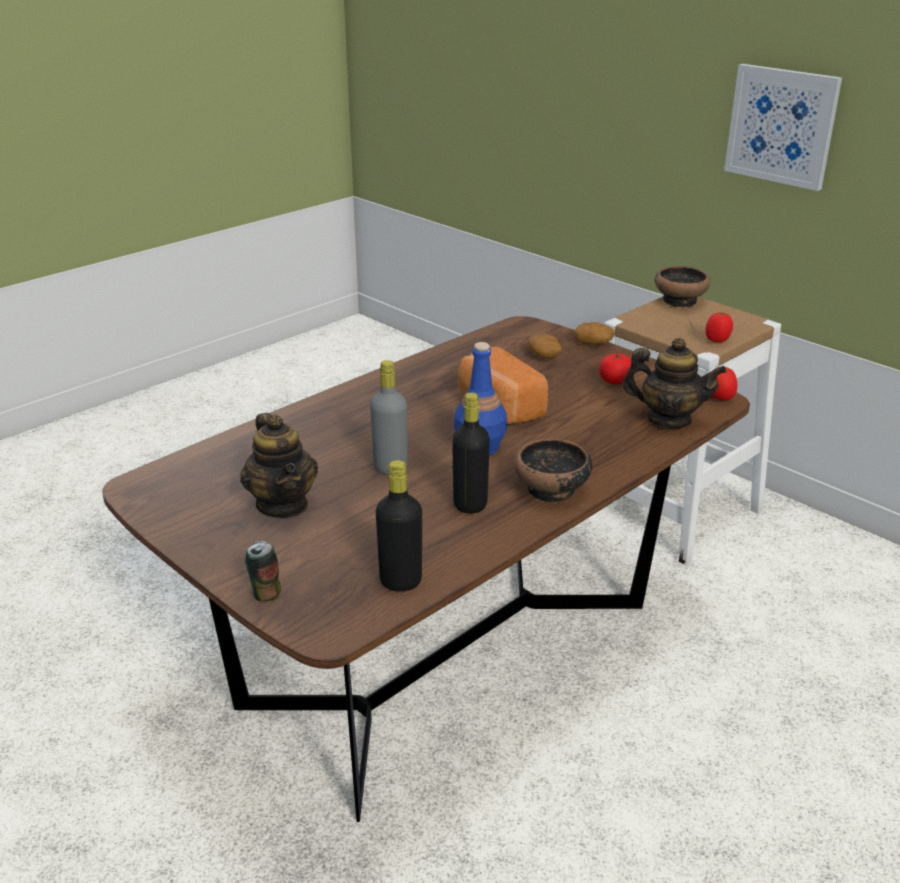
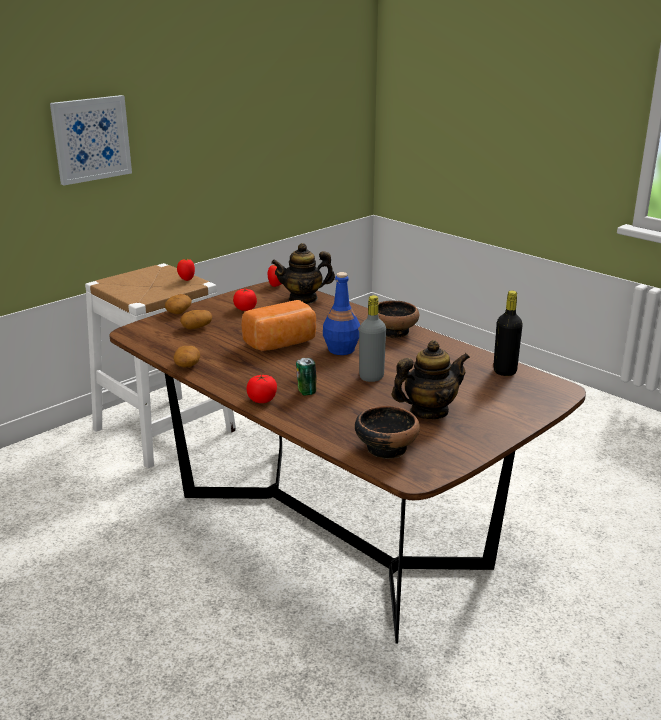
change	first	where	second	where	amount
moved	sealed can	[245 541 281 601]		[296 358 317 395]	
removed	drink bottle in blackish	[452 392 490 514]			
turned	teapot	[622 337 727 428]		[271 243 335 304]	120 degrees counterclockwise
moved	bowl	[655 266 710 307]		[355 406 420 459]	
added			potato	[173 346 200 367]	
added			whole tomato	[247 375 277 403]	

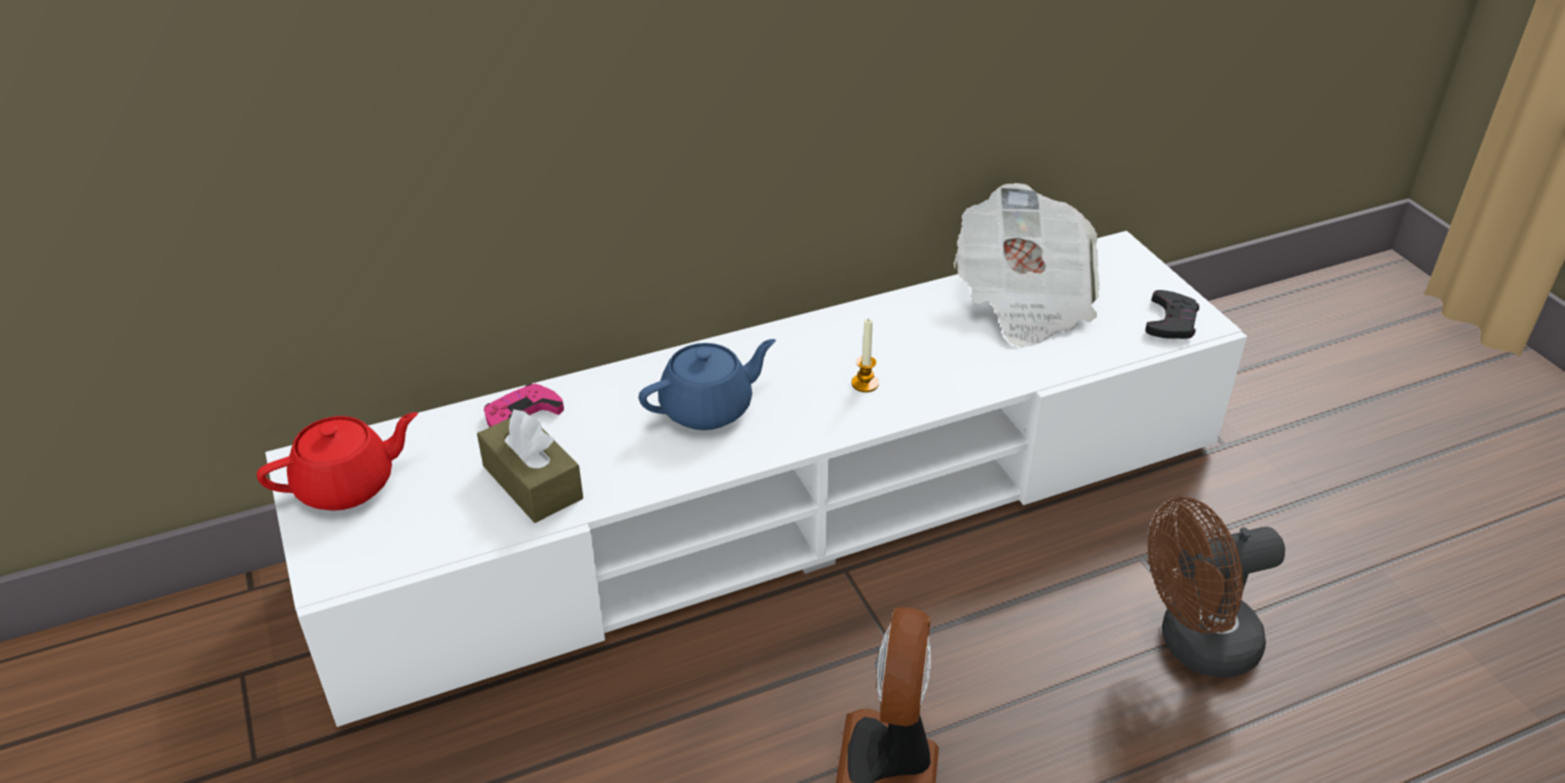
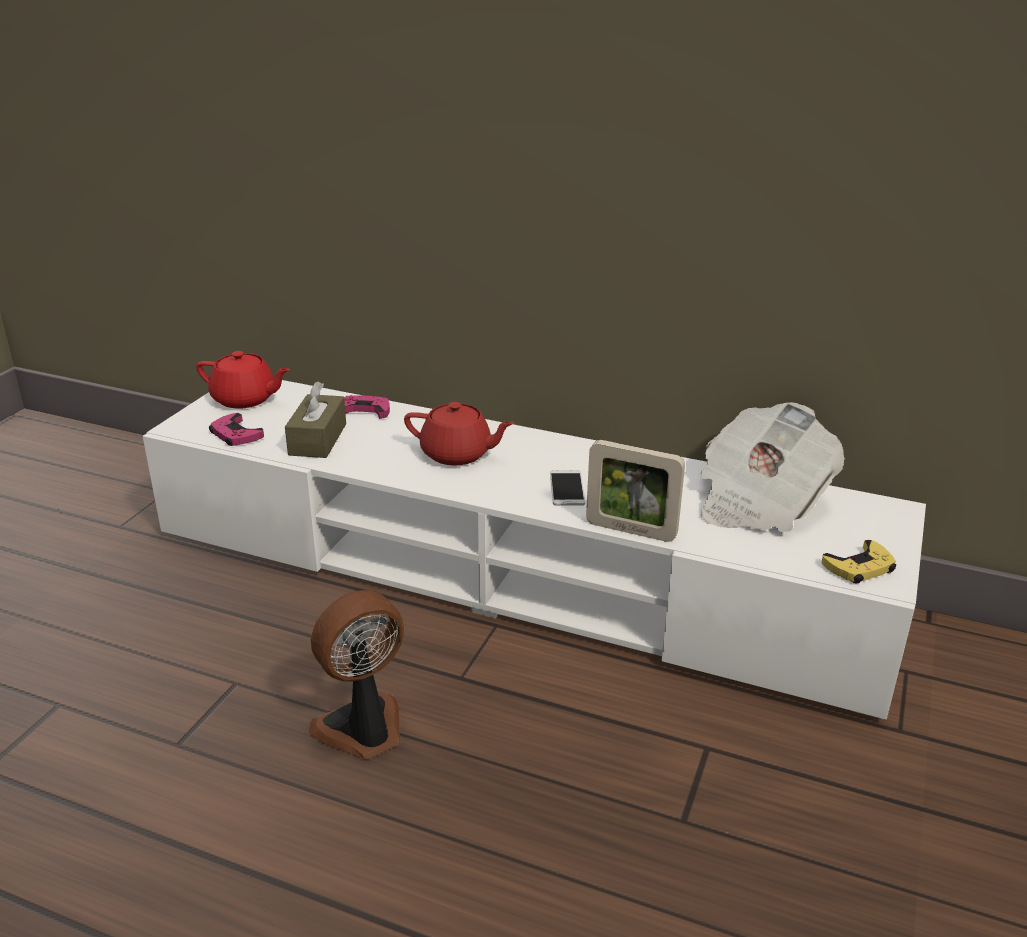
change	first	where	second	where	amount
recoloured	teapot in blue	[638 339 776 430]	teapot in reddish	[404 402 515 466]	
replaced	wax candle	[852 318 879 392]	telephone	[550 470 585 506]	
recoloured	gamepad in blackish	[1145 290 1199 339]	gamepad in yellowish	[821 540 896 583]	
removed	cooling fan in brown	[1148 497 1285 678]			
added			gamepad in pink	[209 413 264 446]	
added			standing frame	[586 440 685 542]	

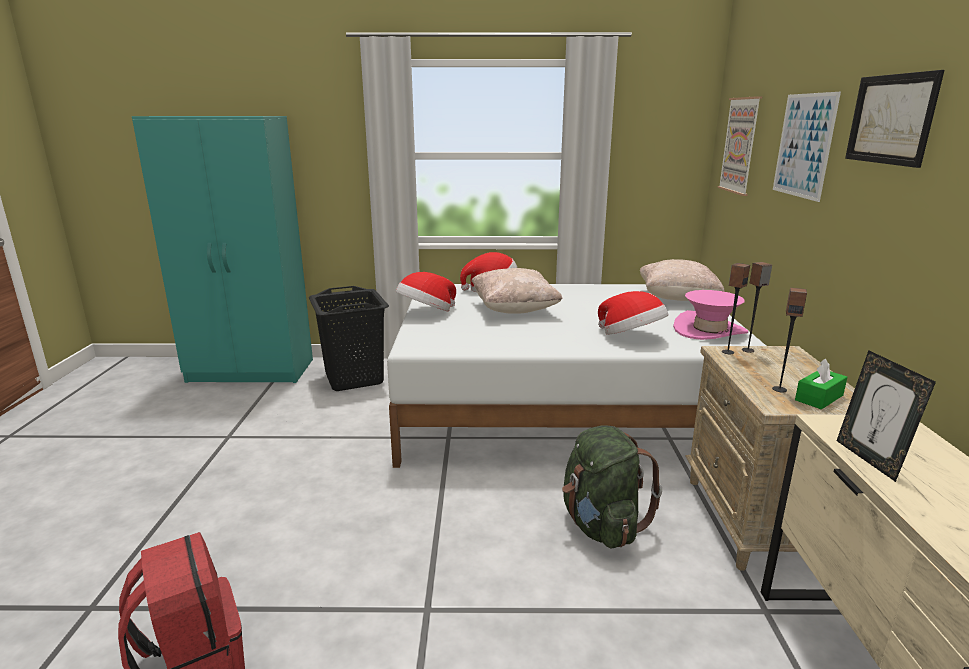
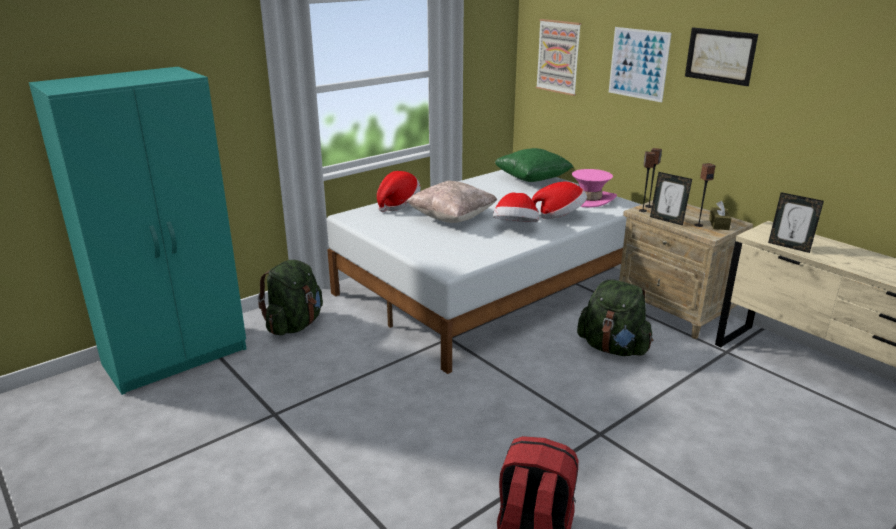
change	first	where	second	where	amount
replaced	hamper in blackish	[309 286 389 391]	rucksack in greenish	[258 260 323 335]	
moved	clothing hat	[396 272 456 312]		[493 192 539 222]	
recoloured	cushion in beige-coloured	[640 259 724 301]	cushion in greenish	[495 148 574 182]	
recoloured	box of tissues in greenish	[795 358 847 409]	box of tissues in brown	[709 201 732 230]	
added			standing frame	[650 172 692 226]	

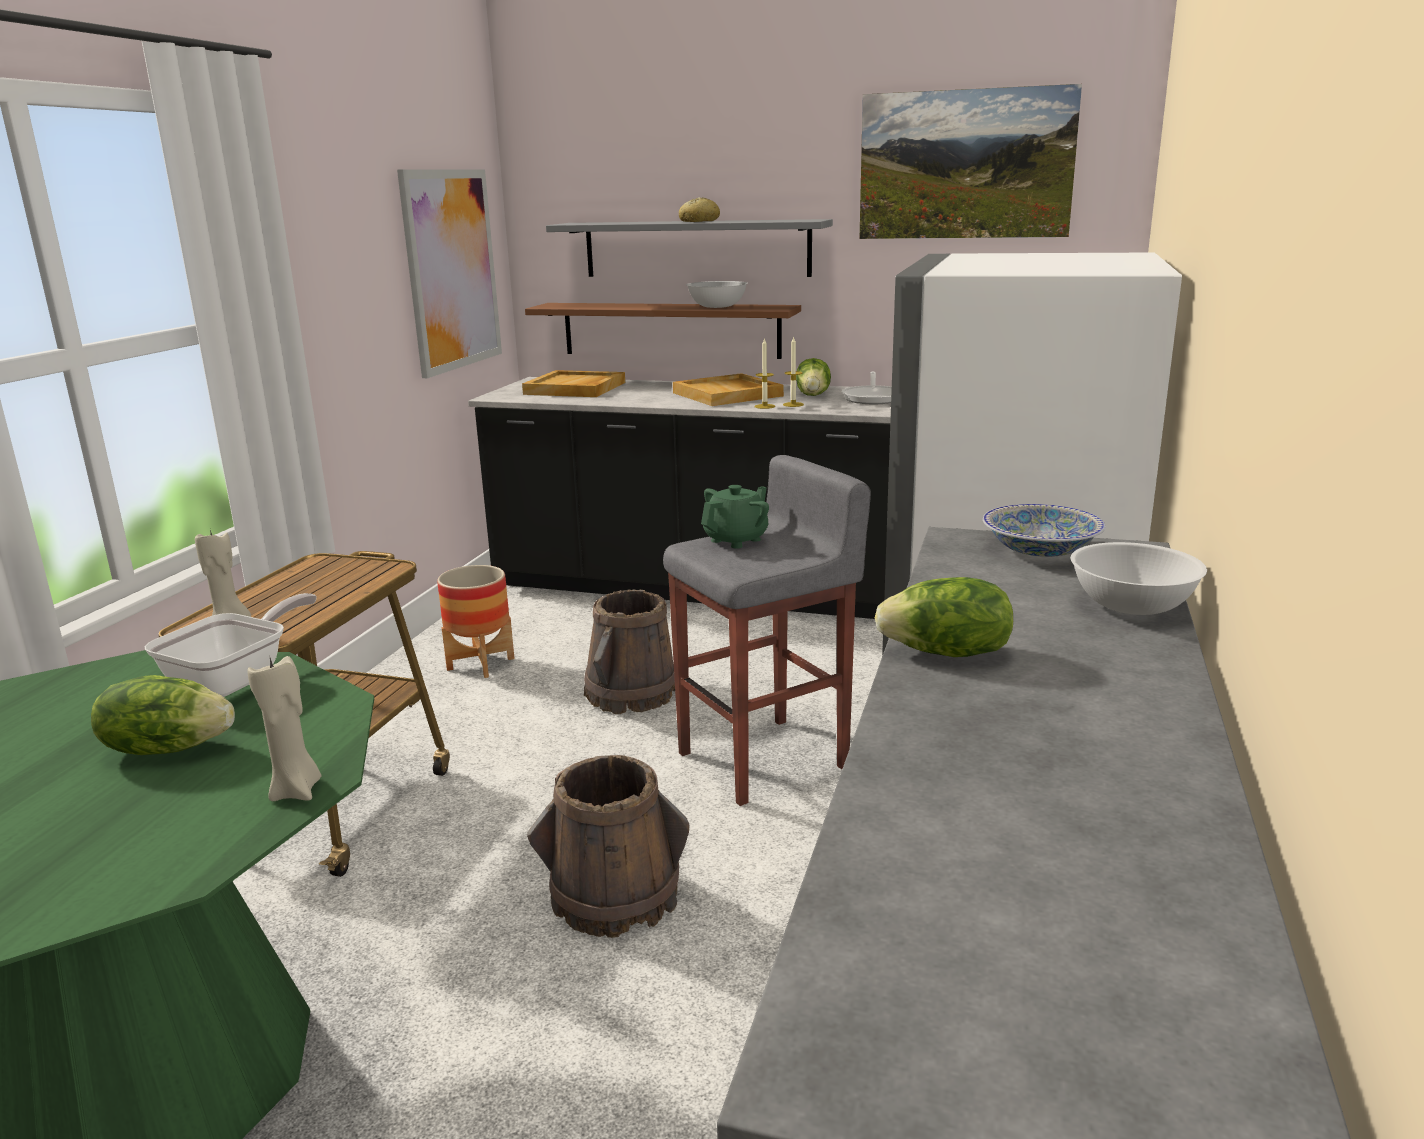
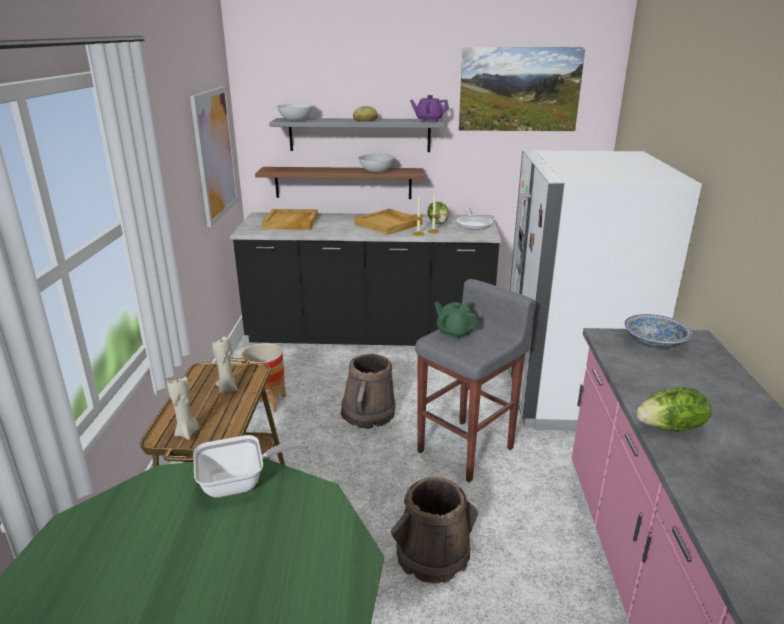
change	first	where	second	where	amount
removed	lettuce head	[91 675 235 755]			
turned	frying pan	[145 593 317 697]		[193 435 309 498]	60 degrees clockwise
moved	wax candle in beige-coloured	[248 656 321 801]		[212 336 238 393]	
turned	teapot in greenish	[701 485 769 549]		[435 302 478 340]	75 degrees counterclockwise
moved	bowl in whitish	[1071 542 1207 615]		[277 103 315 121]	
added			teapot in purple-coloured	[410 95 449 122]	

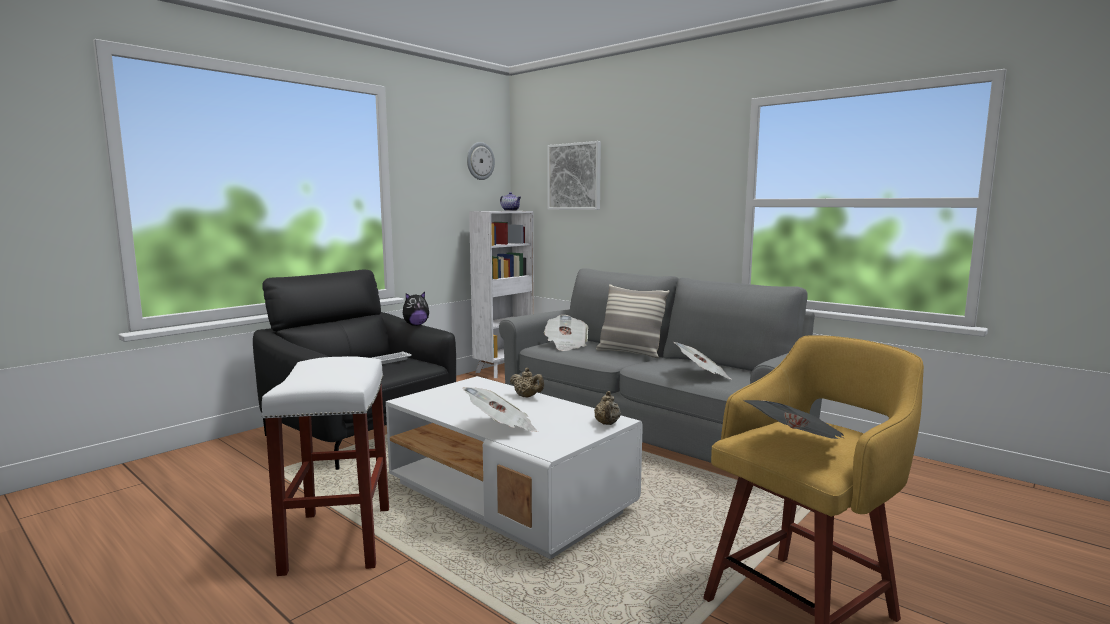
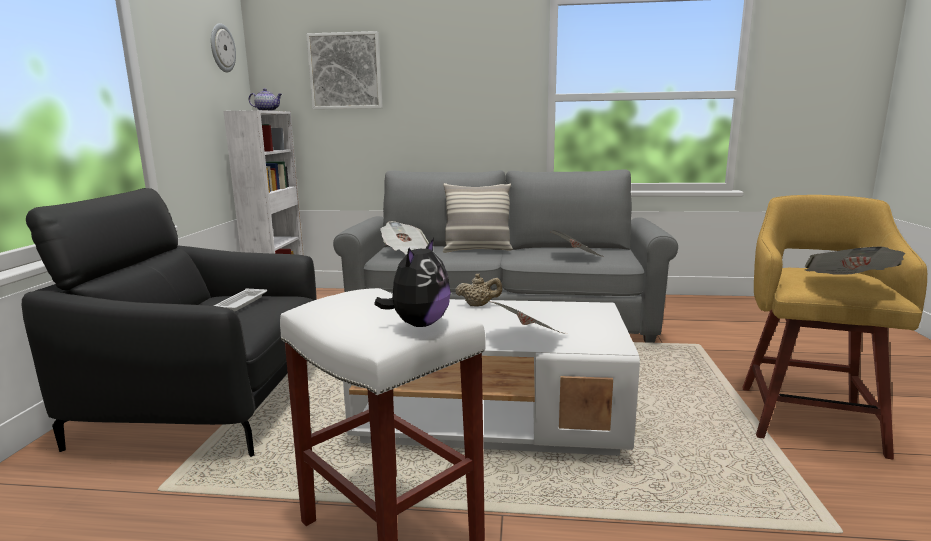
change	first	where	second	where	amount
moved	soft toy	[403 292 429 326]		[374 238 451 327]	
removed	teapot in beige-coloured	[594 391 621 425]			

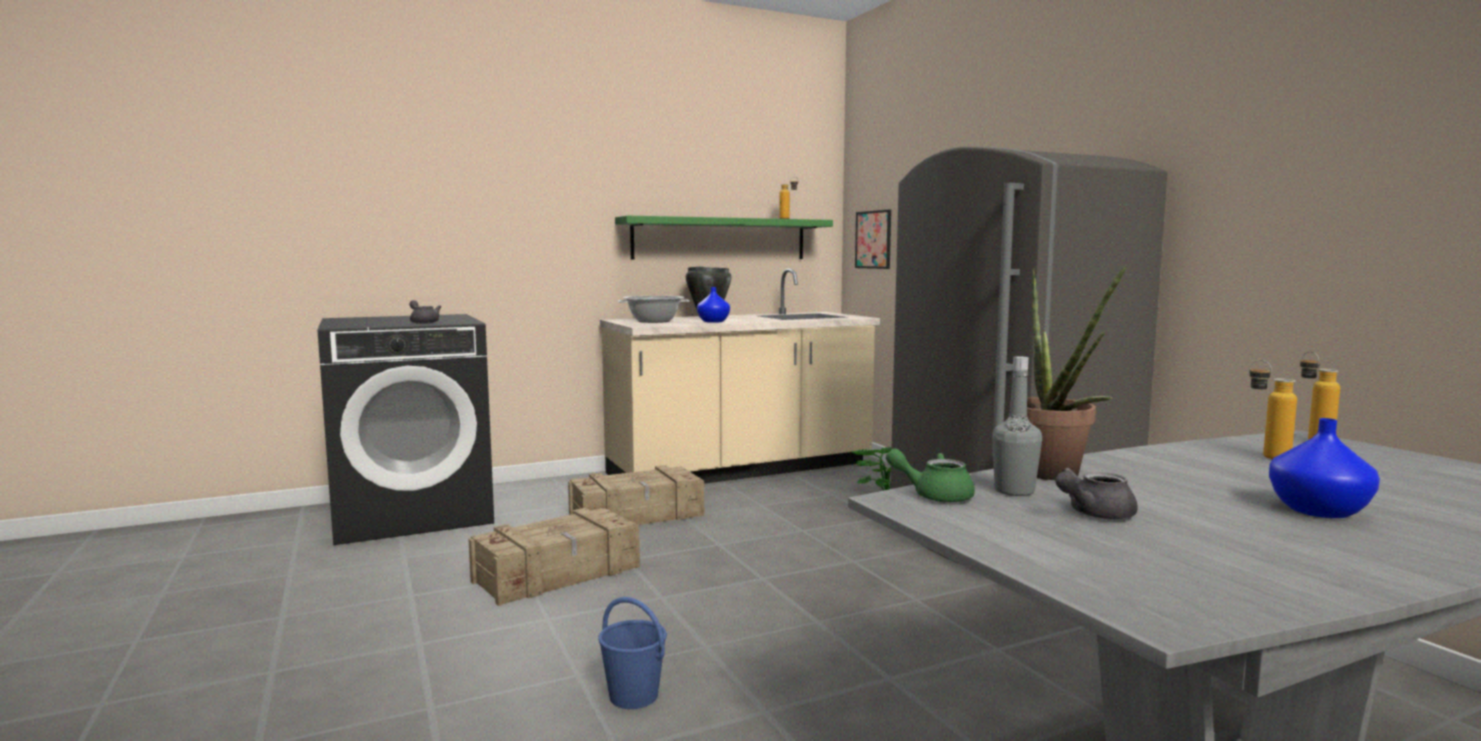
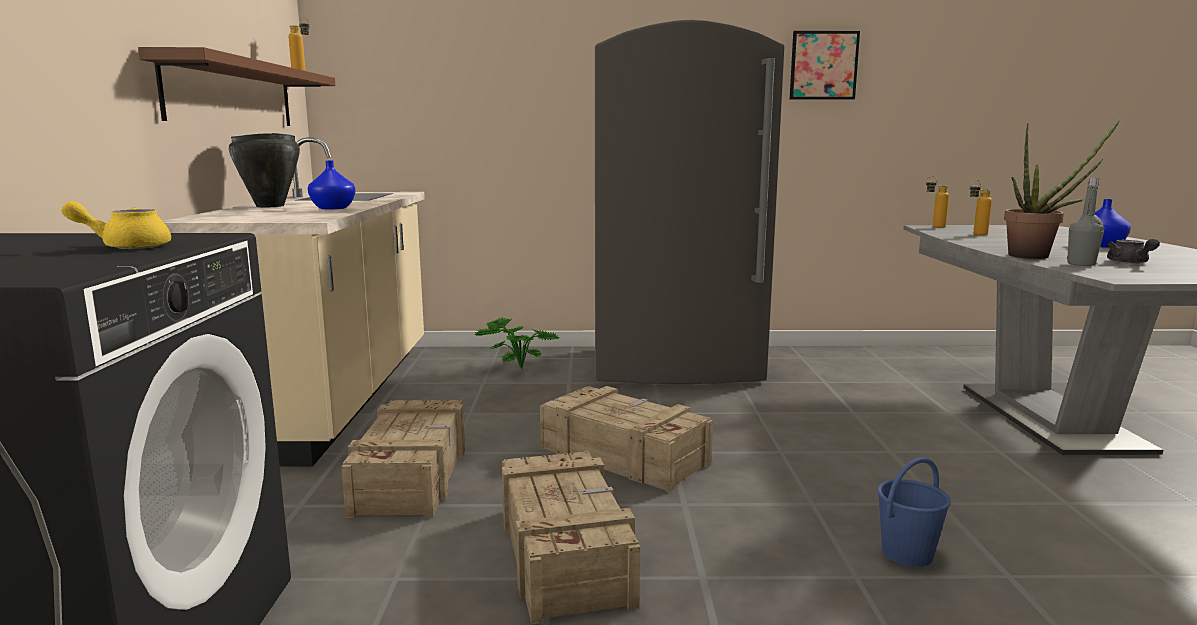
change	first	where	second	where	amount
recoloured	teapot in greyish	[410 300 441 324]	teapot in yellowish	[61 201 171 249]	
recoloured	shelf in greenish	[615 215 833 259]	shelf in brown	[138 47 335 126]	
removed	saucepot	[618 296 690 323]			
moved	picture	[855 210 891 269]		[790 31 860 99]	
removed	teapot in greenish	[886 448 975 503]			
added			shipping crate	[540 386 713 493]	

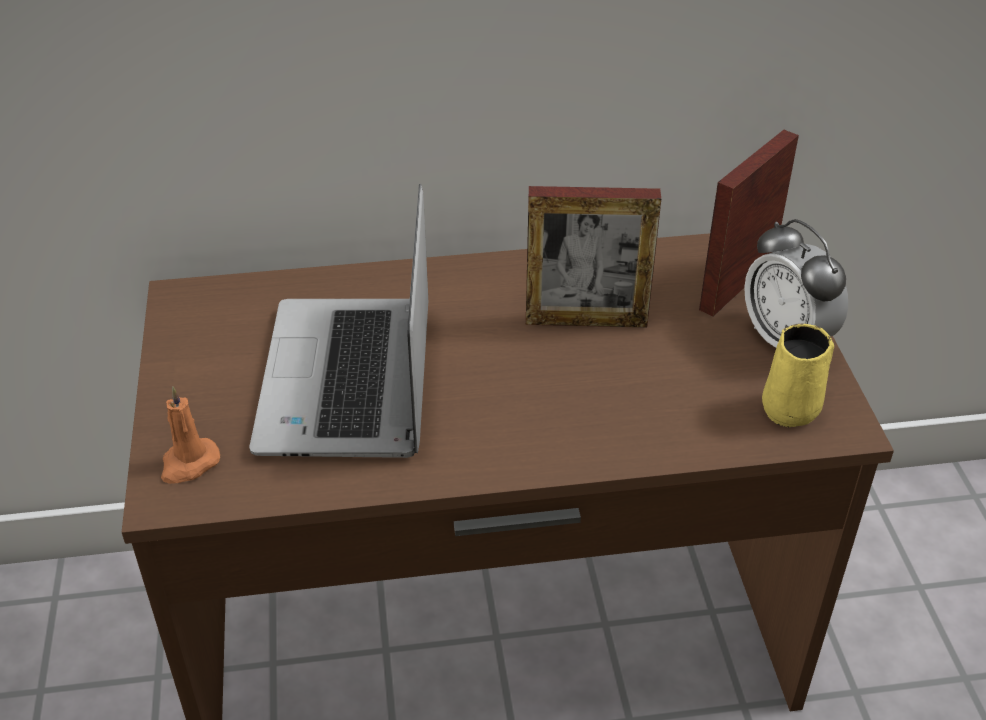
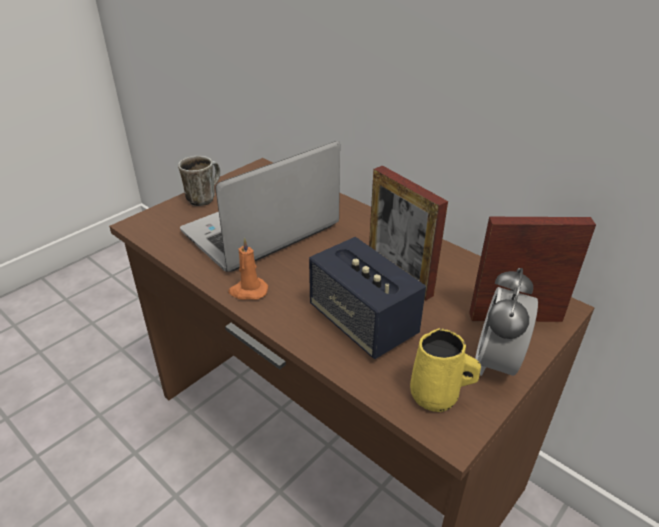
change	first	where	second	where	amount
moved	wax candle in orange-coloured	[161 386 220 484]		[228 238 268 300]	
added			coffee mug	[178 156 220 206]	
added			audio speaker	[309 237 426 359]	

